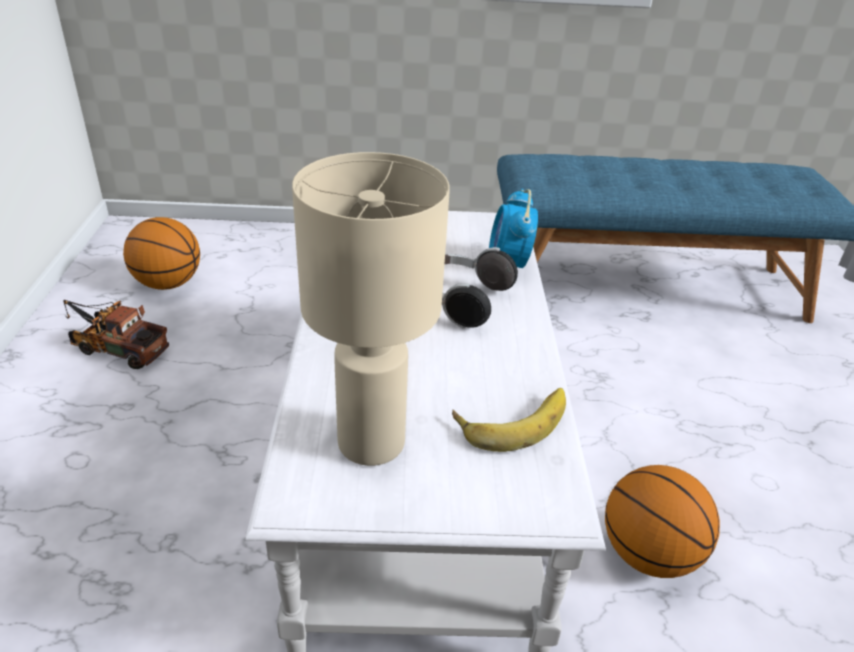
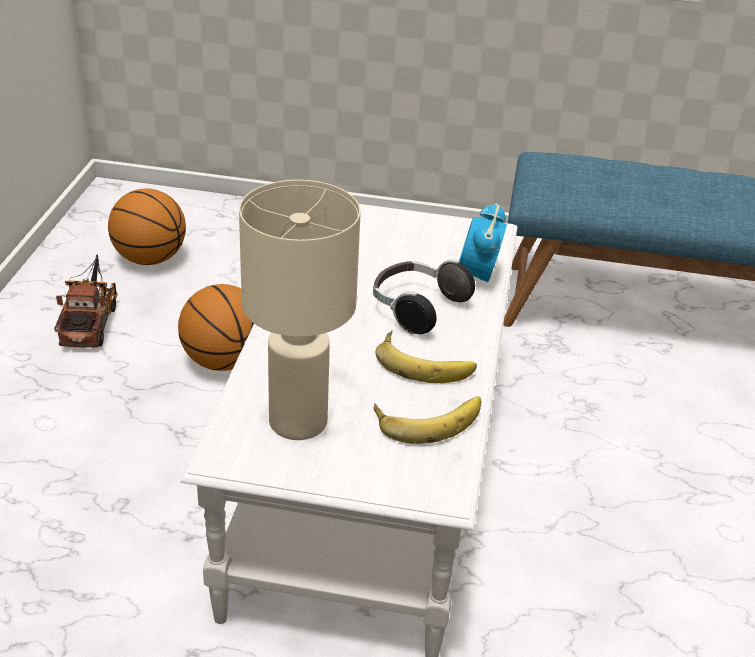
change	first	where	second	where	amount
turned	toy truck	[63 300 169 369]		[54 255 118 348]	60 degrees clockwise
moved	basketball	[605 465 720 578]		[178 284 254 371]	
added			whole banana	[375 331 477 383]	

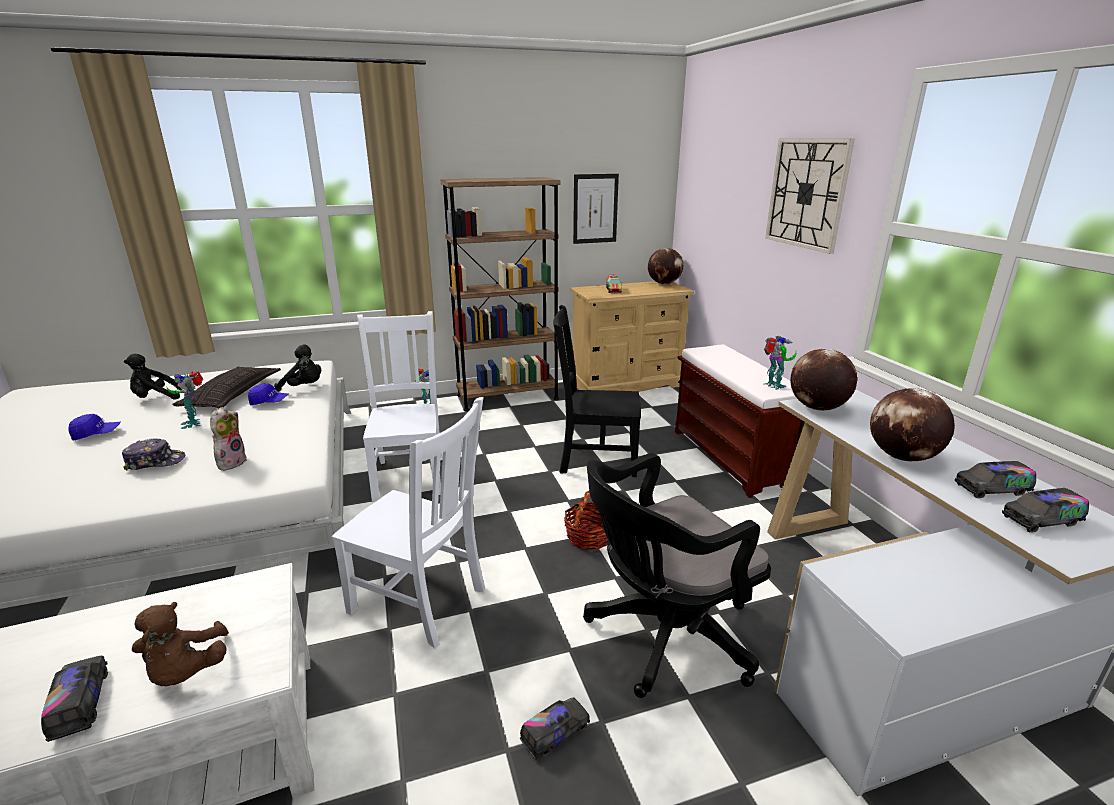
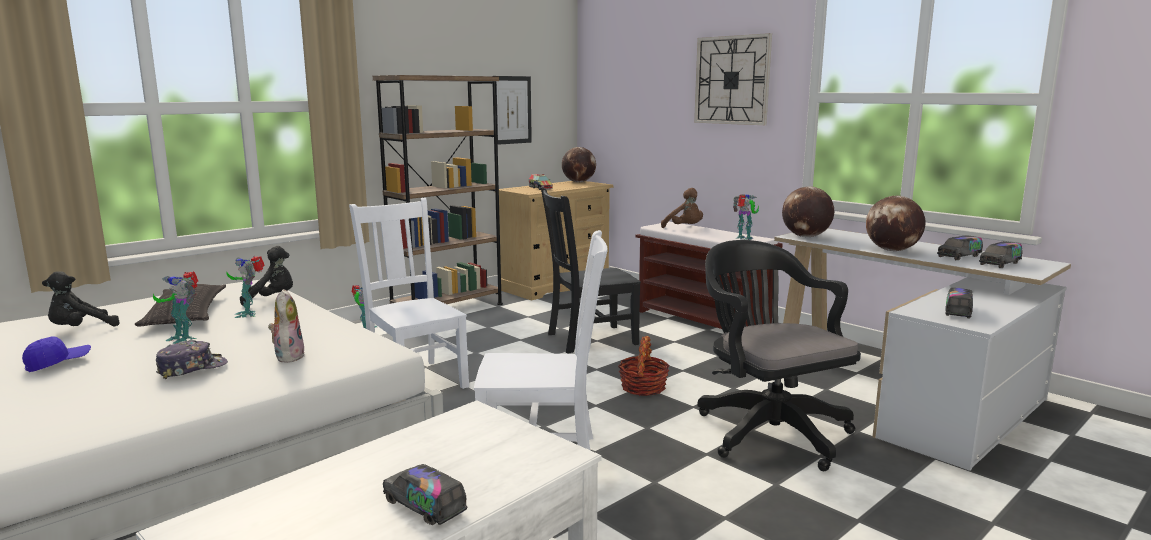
change	first	where	second	where	amount
moved	soft toy in brown	[132 602 229 686]		[661 188 703 228]	
replaced	cap in blue	[248 384 289 405]	toy robot	[226 256 265 318]	
moved	toy truck	[520 697 590 760]		[945 288 973 319]	
turned	desk chair in blackish	[583 453 771 698]		[697 240 861 471]	120 degrees clockwise

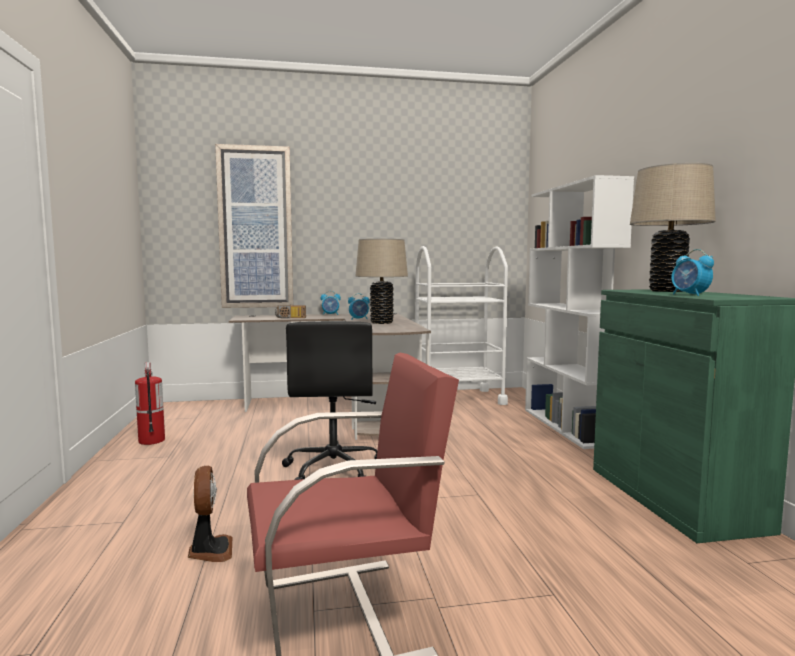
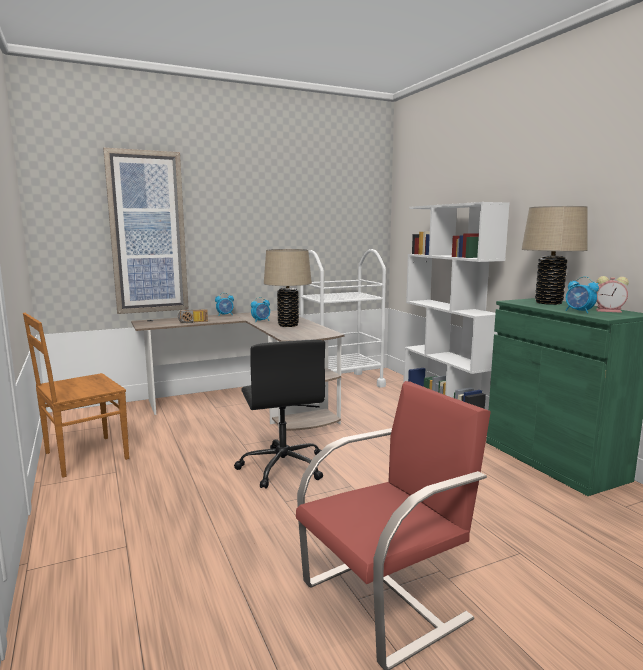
change	first	where	second	where	amount
replaced	fire-fighting cylinder	[135 362 165 445]	chair in brown	[23 313 129 477]	
removed	cooling fan	[188 466 233 562]			
added			alarm clock	[596 276 629 313]	

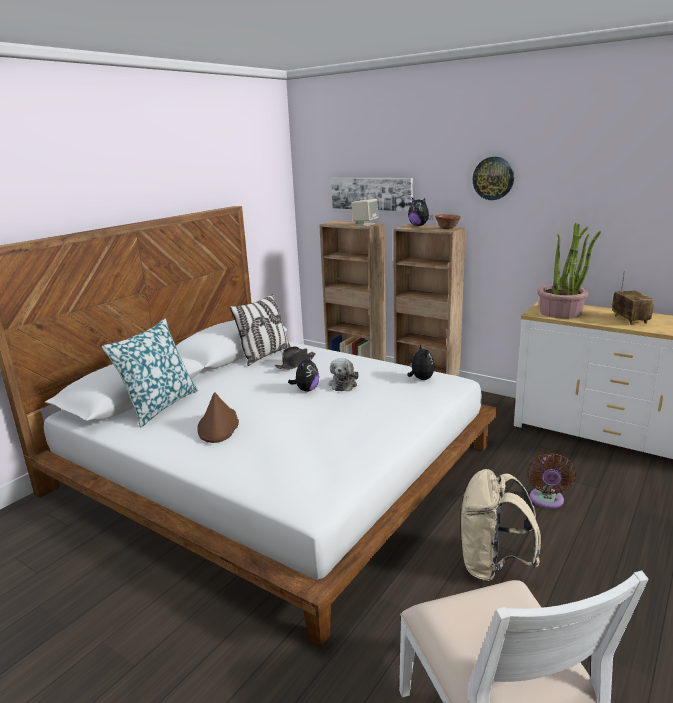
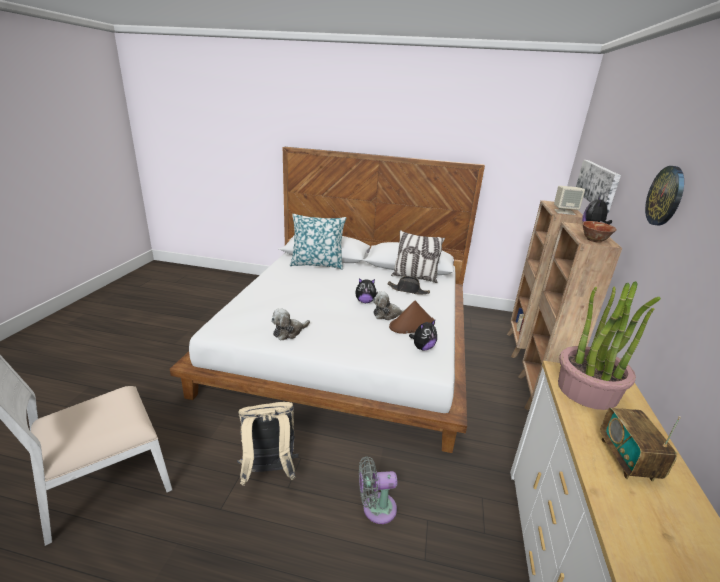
change	first	where	second	where	amount
moved	clothing hat in brown	[197 392 239 443]		[389 301 435 334]	
recoloured	cooling fan in brown	[527 453 576 509]	cooling fan in greyish	[359 456 397 524]	
turned	radio set	[612 271 654 325]		[600 408 681 481]	120 degrees clockwise
added			soft toy	[271 309 310 341]	

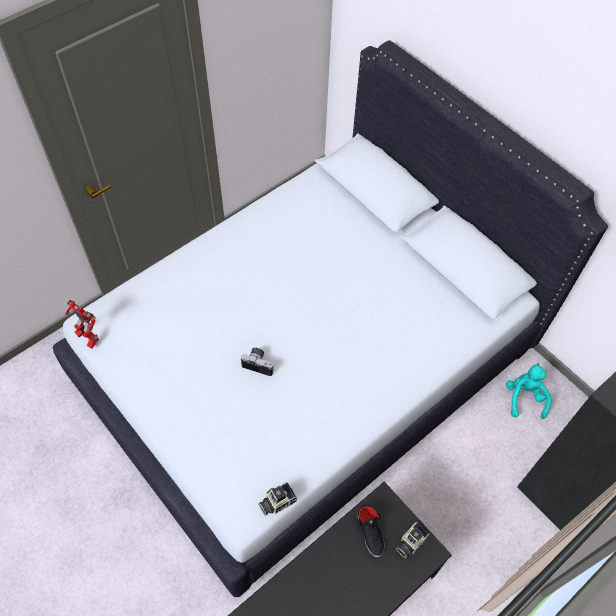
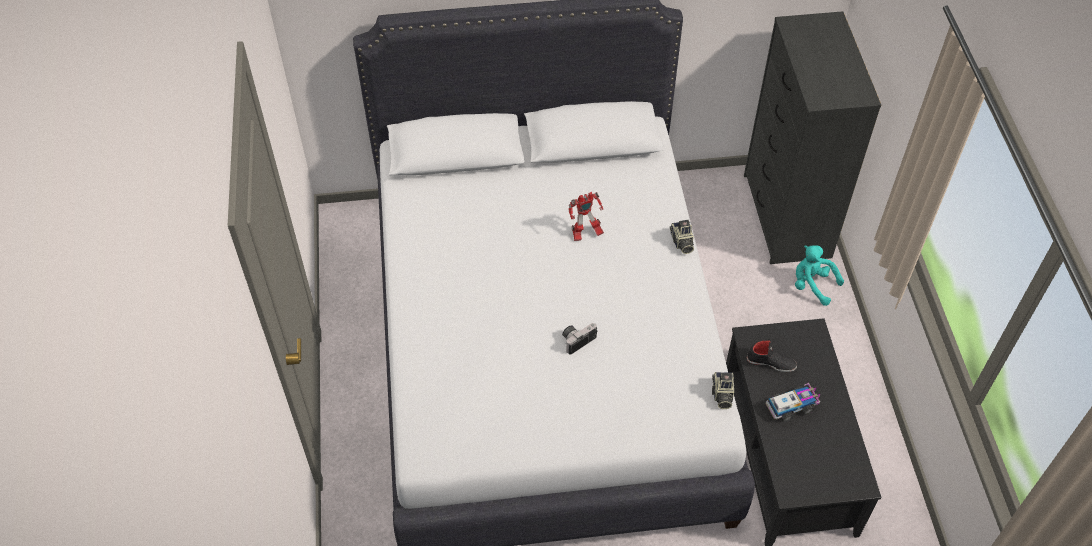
change	first	where	second	where	amount
moved	toy robot	[65 300 99 349]		[568 192 604 241]	
moved	photo camera	[396 522 430 558]		[670 220 694 254]	
moved	soft toy in turquoise	[506 363 552 419]		[795 245 844 306]	
added			toy truck	[766 383 820 422]	

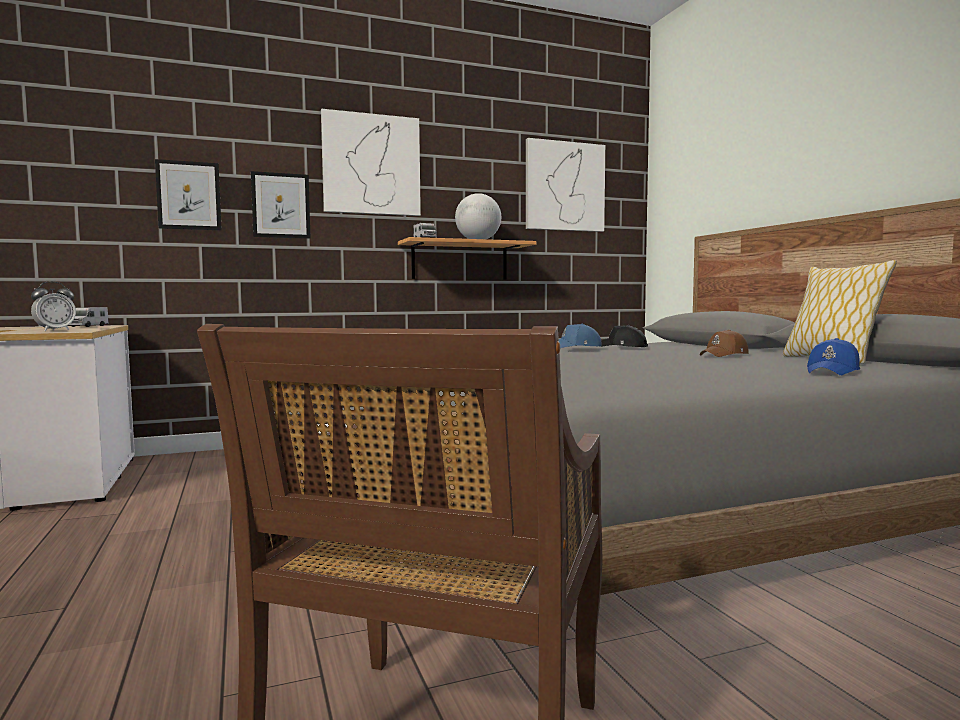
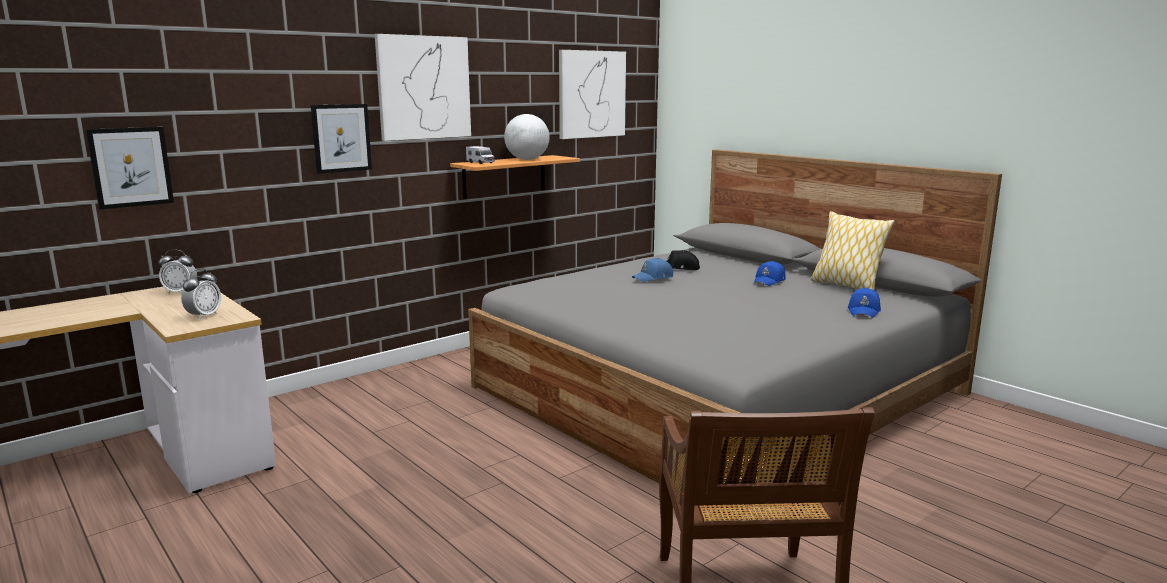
change	first	where	second	where	amount
replaced	toy truck	[69 307 109 327]	alarm clock	[159 250 197 294]	
moved	picture	[155 159 222 230]		[86 127 174 209]	
recoloured	cap in brown	[700 330 749 357]	cap in blue	[754 261 786 286]	

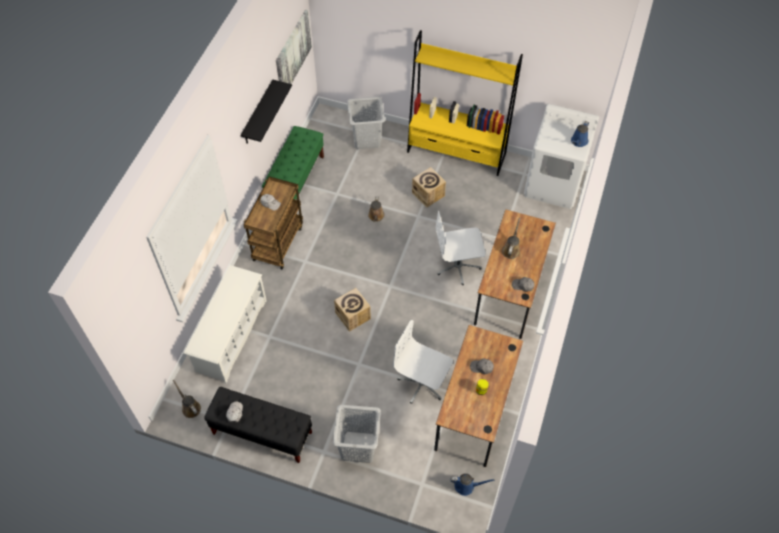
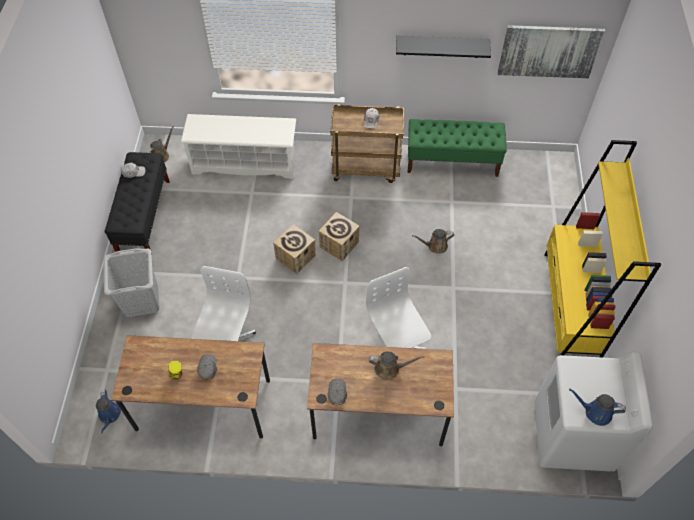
change	first	where	second	where	amount
removed	hamper in greyish	[347 97 385 149]			
moved	carton	[412 167 446 208]		[319 212 360 261]	

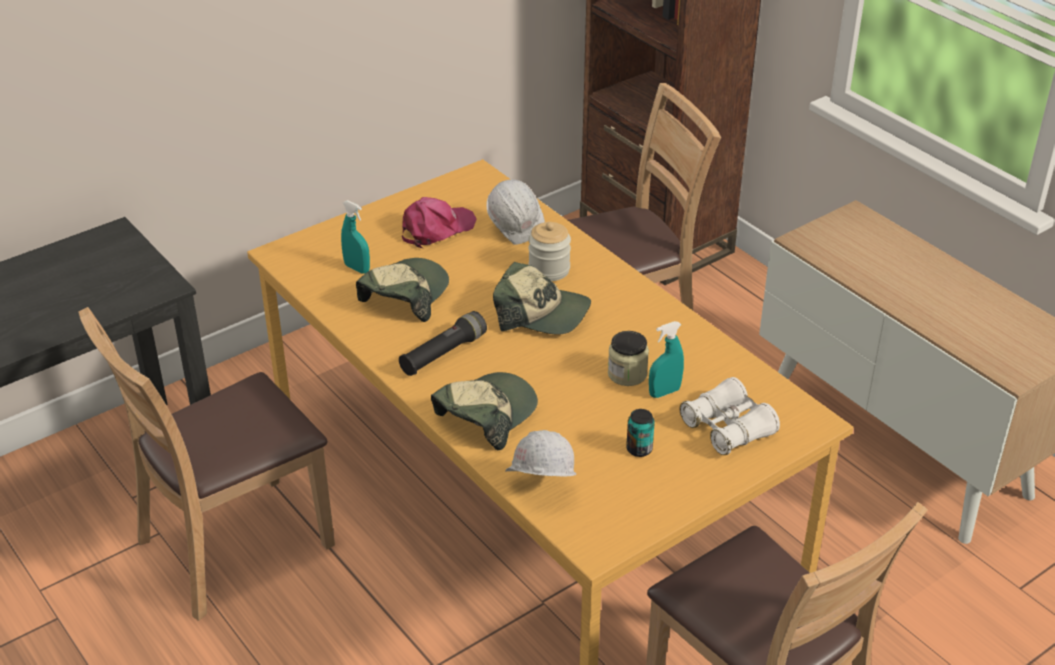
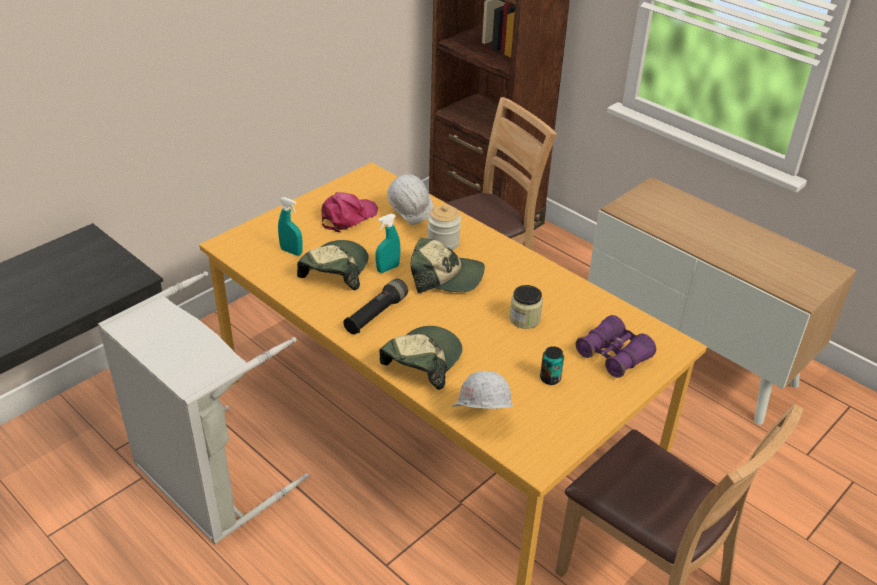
change	first	where	second	where	amount
replaced	chair in brown	[79 307 335 621]	hamper in greyish	[98 271 309 544]	
moved	sprayer in turquoise	[649 321 684 398]		[376 214 401 273]	
recoloured	binoculars in whitish	[680 377 780 455]	binoculars in purple-coloured	[575 315 656 378]	

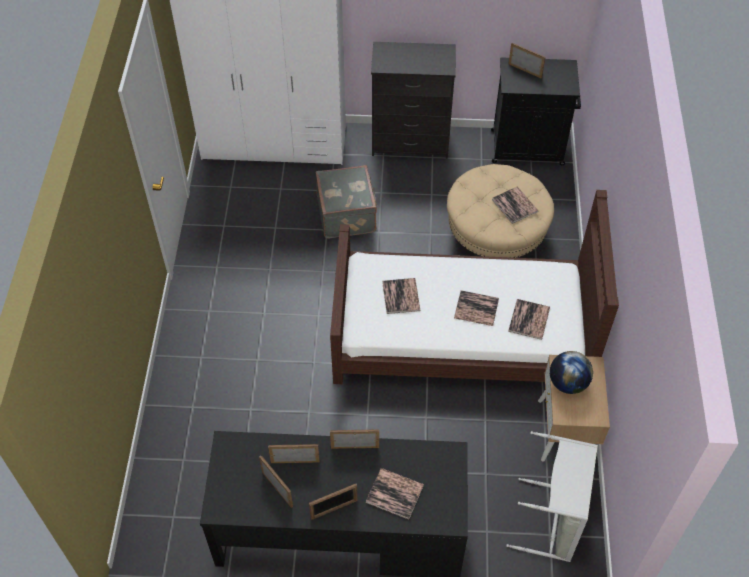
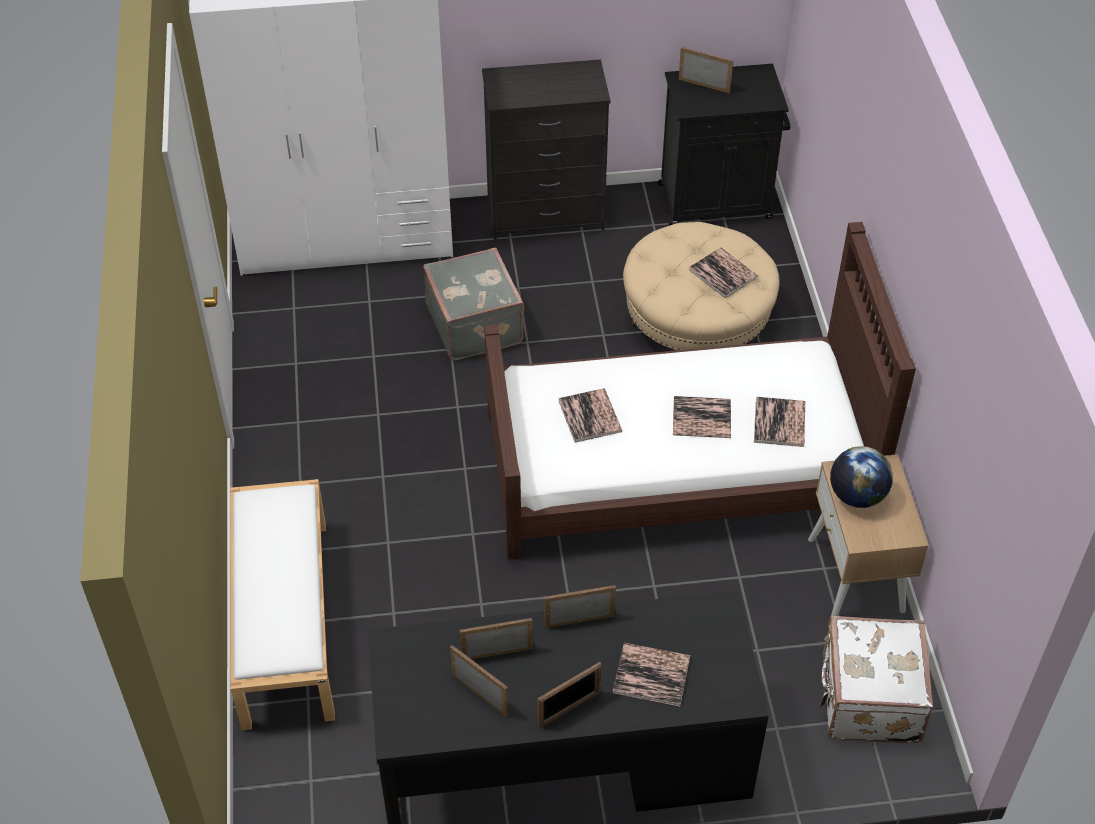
change	first	where	second	where	amount
replaced	hamper in greyish	[506 431 598 562]	travel case in whitish	[819 616 933 743]	
added			bench in whitish	[230 479 335 730]	

